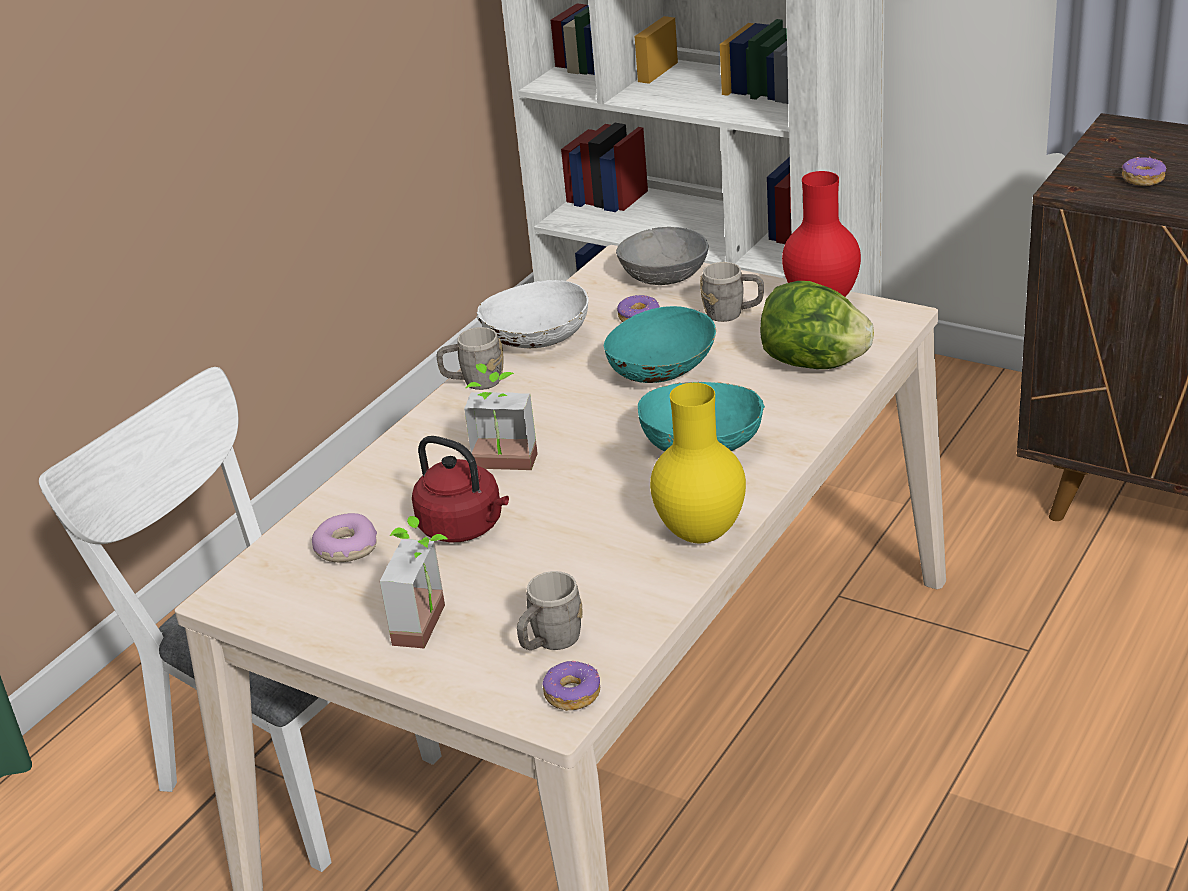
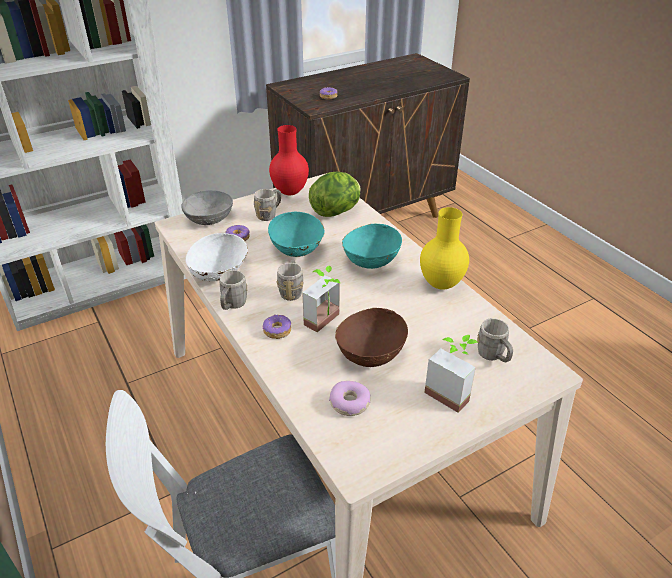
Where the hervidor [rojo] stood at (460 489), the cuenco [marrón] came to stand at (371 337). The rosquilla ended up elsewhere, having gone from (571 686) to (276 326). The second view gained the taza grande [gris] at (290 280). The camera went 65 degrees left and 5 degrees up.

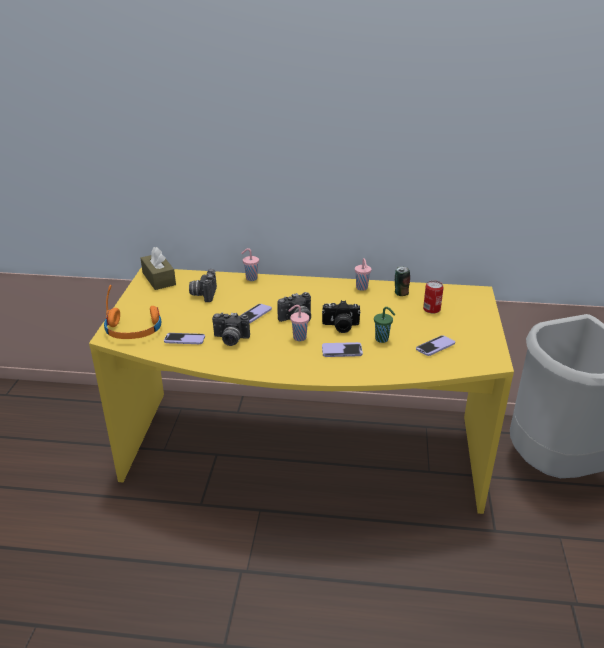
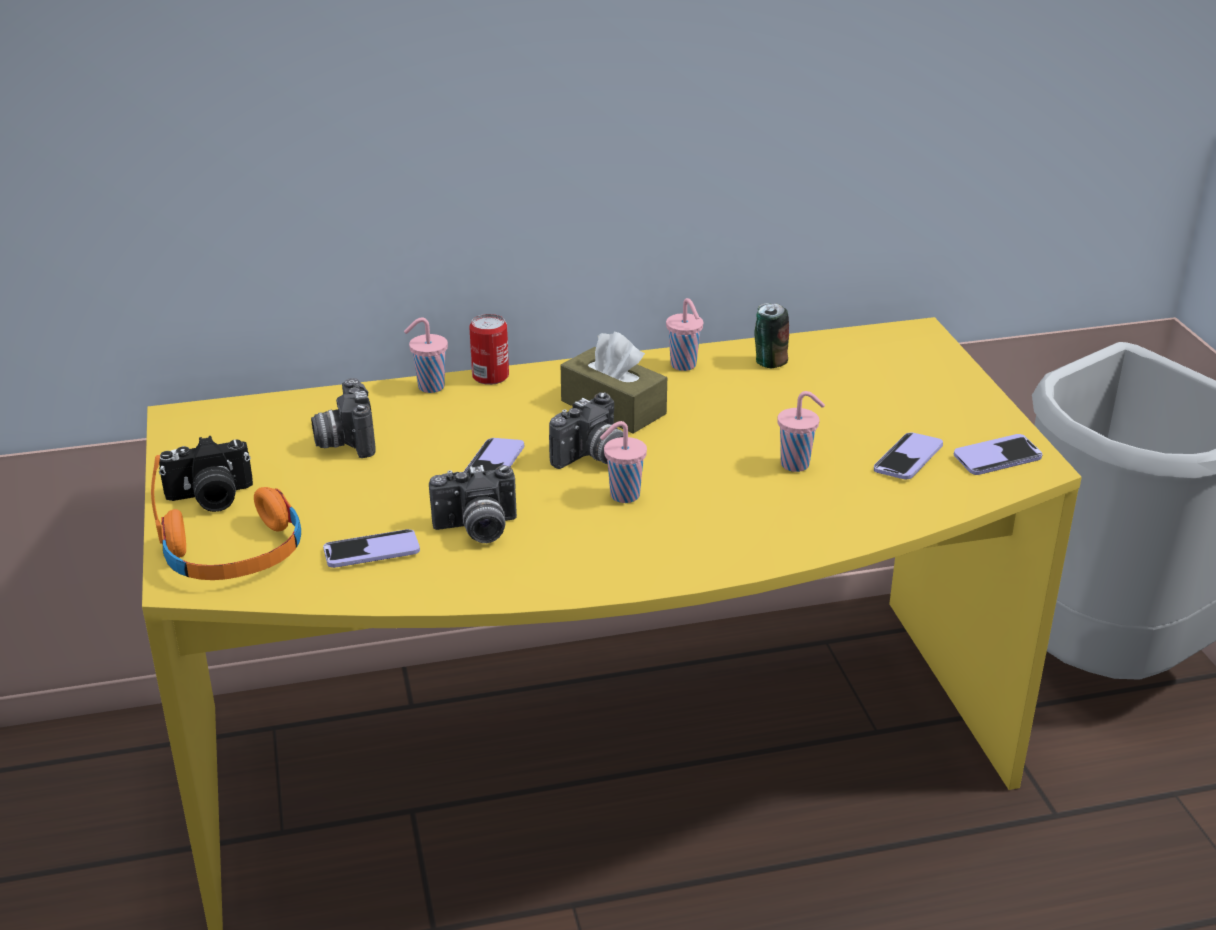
The caja de pañuelos [marrón] ended up elsewhere, having gone from (158 268) to (614 383). The cámara ended up elsewhere, having gone from (341 316) to (206 474). The móvil ended up elsewhere, having gone from (342 349) to (998 454). What was the taza [verde] at (384 325) turned into the taza [rosa] at (801 431). The lata ended up elsewhere, having gone from (433 297) to (489 349). The camera went 20 degrees left and 0 degrees up.

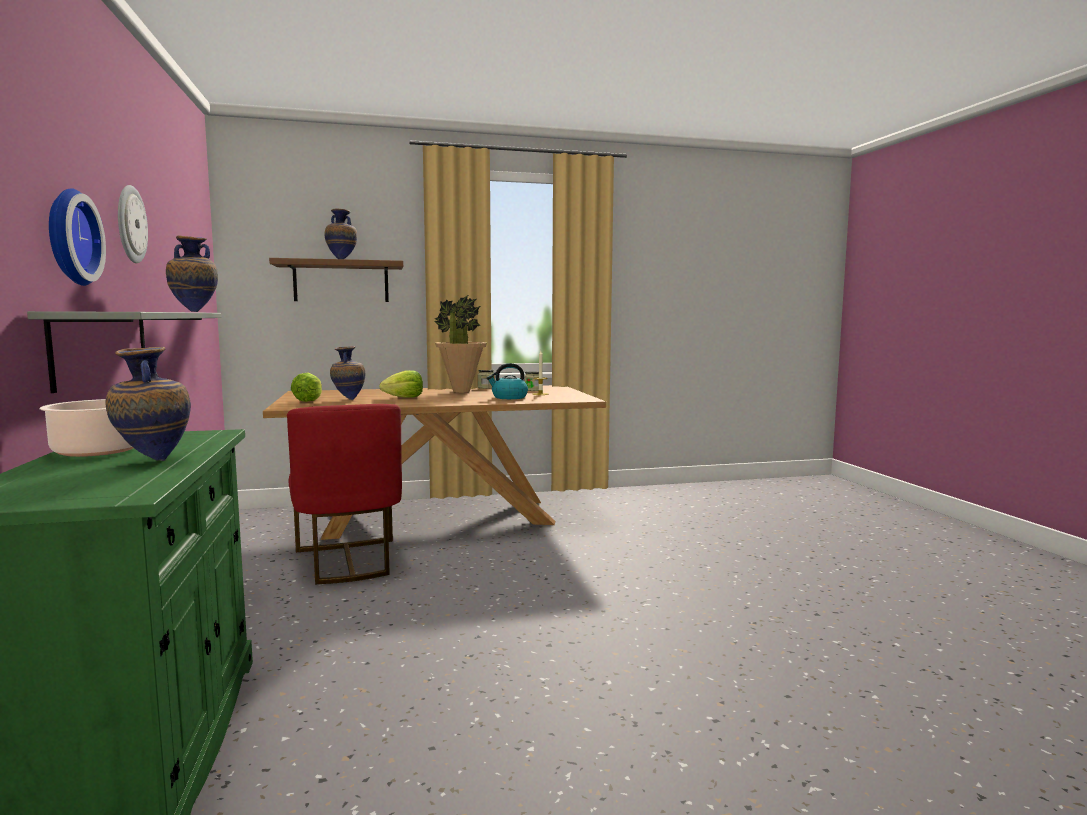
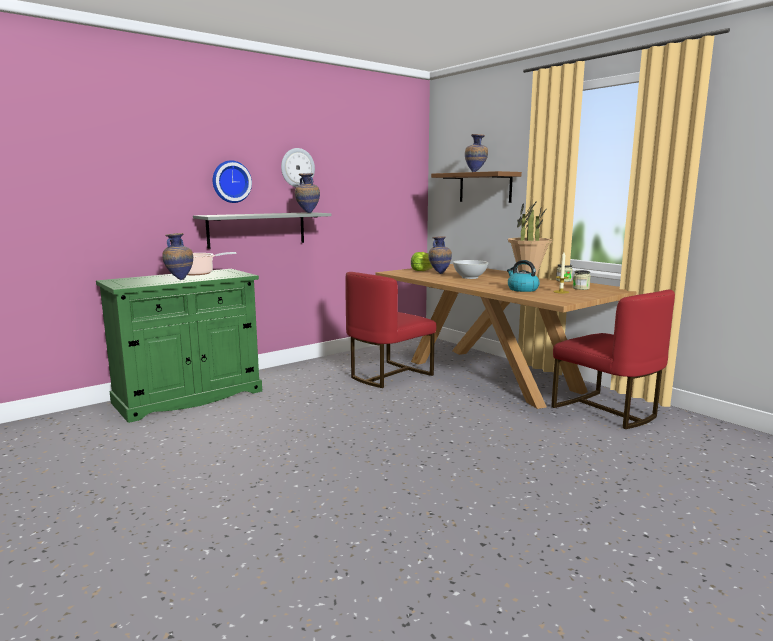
Where the lechuga stood at (401 384), the cuenco [blanco] came to stand at (470 269). The second view gained the silla [rojo] at (613 359). The camera went 65 degrees right and 5 degrees up.

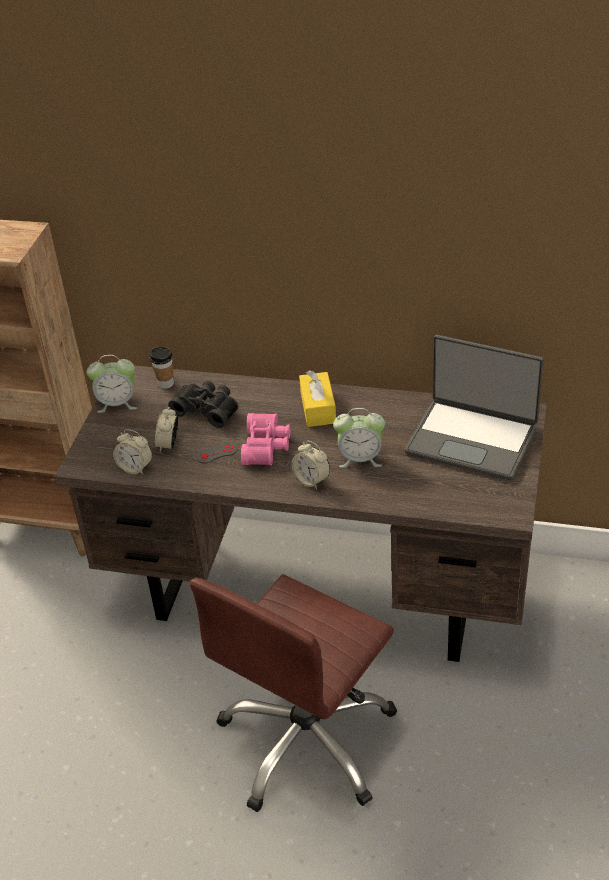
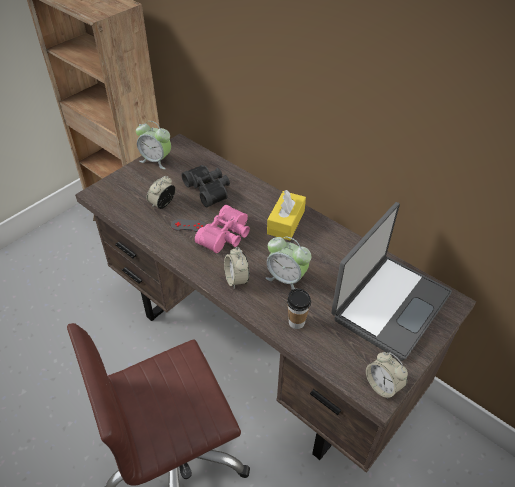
The despertador ended up elsewhere, having gone from (132 452) to (387 375). The taza ended up elsewhere, having gone from (162 367) to (299 308). The portátil at (474 407) ended up facing another way, 105 degrees counterclockwise from before. The camera went 25 degrees right and 5 degrees up.

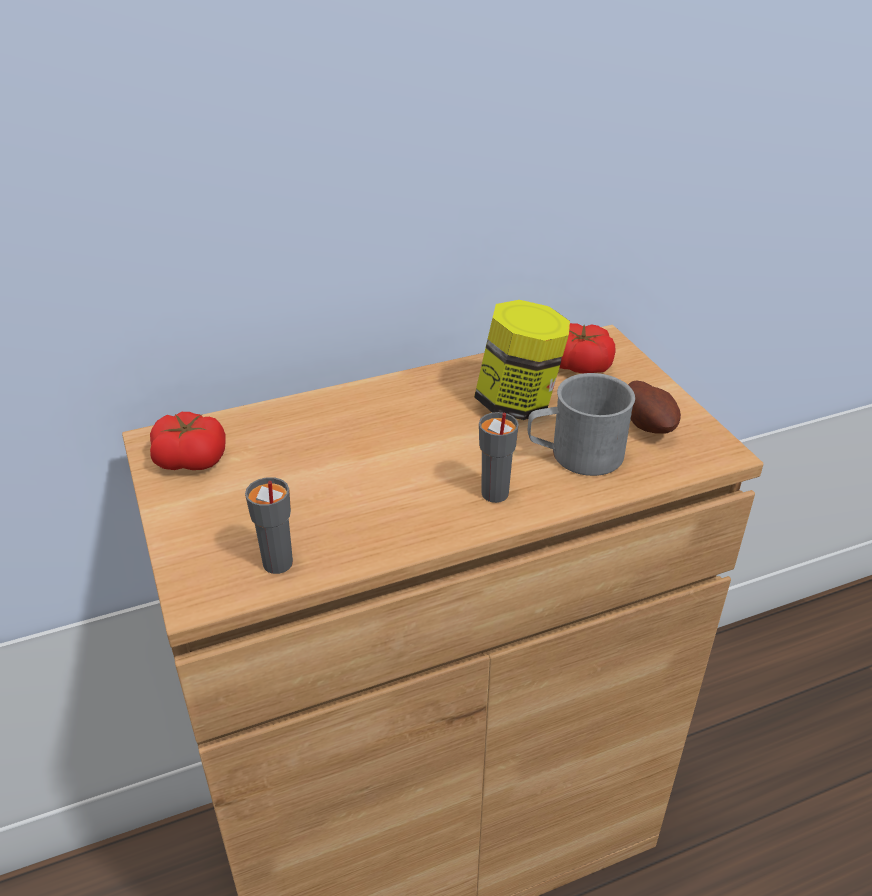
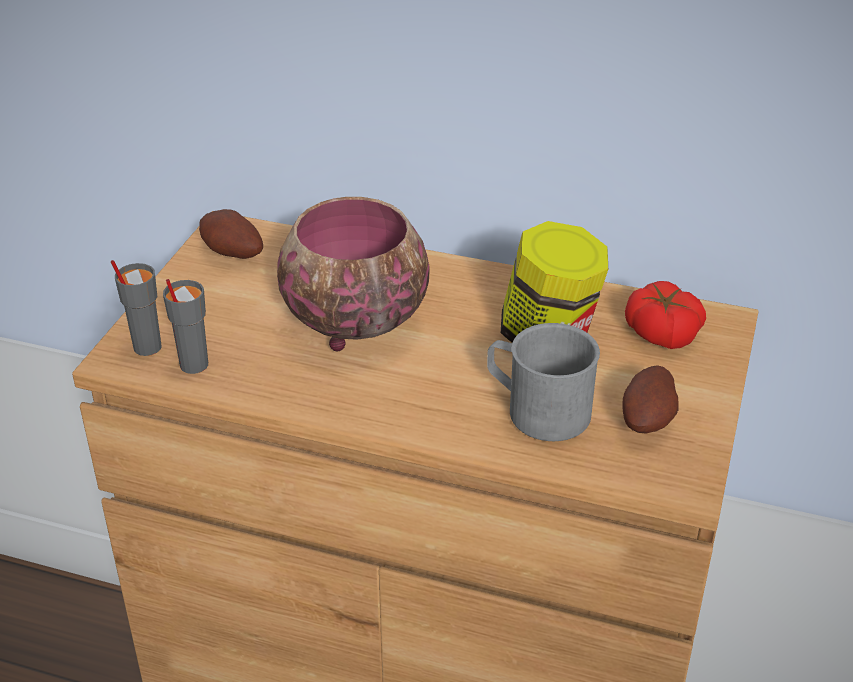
Where the tomate stood at (188 441), the patata came to stand at (231 234). The taza [gris] ended up elsewhere, having gone from (499 457) to (136 308). The second view gained the cuenco at (353 274). The camera went 40 degrees right and 0 degrees up.

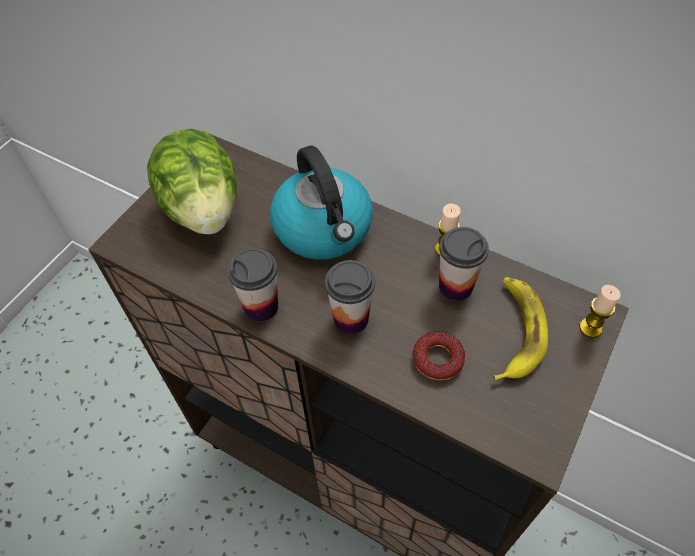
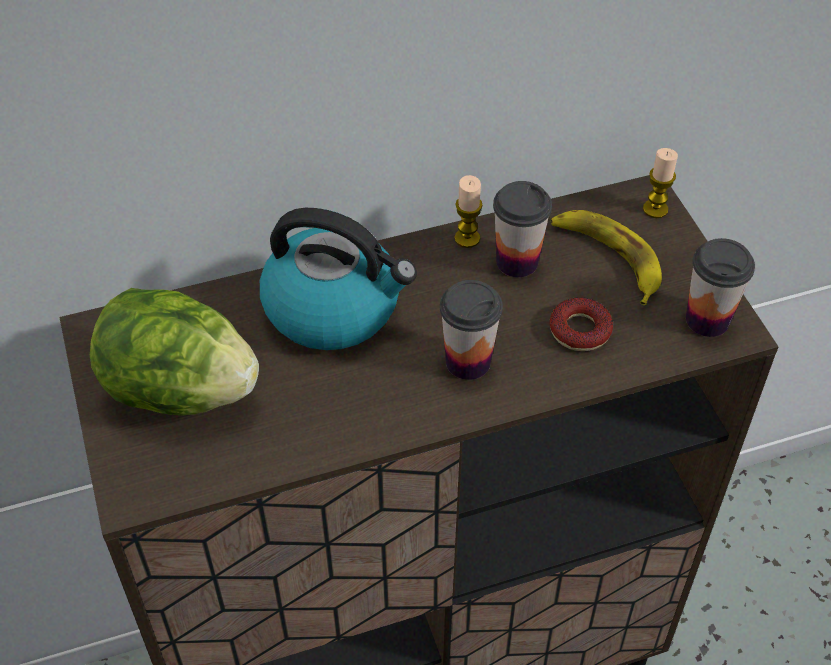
The taza ended up elsewhere, having gone from (252 285) to (720 287). The camera went 50 degrees left and 5 degrees down.

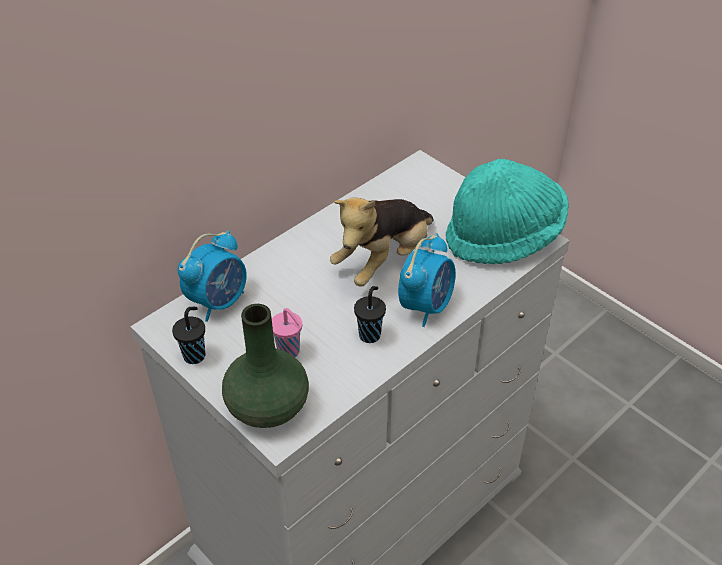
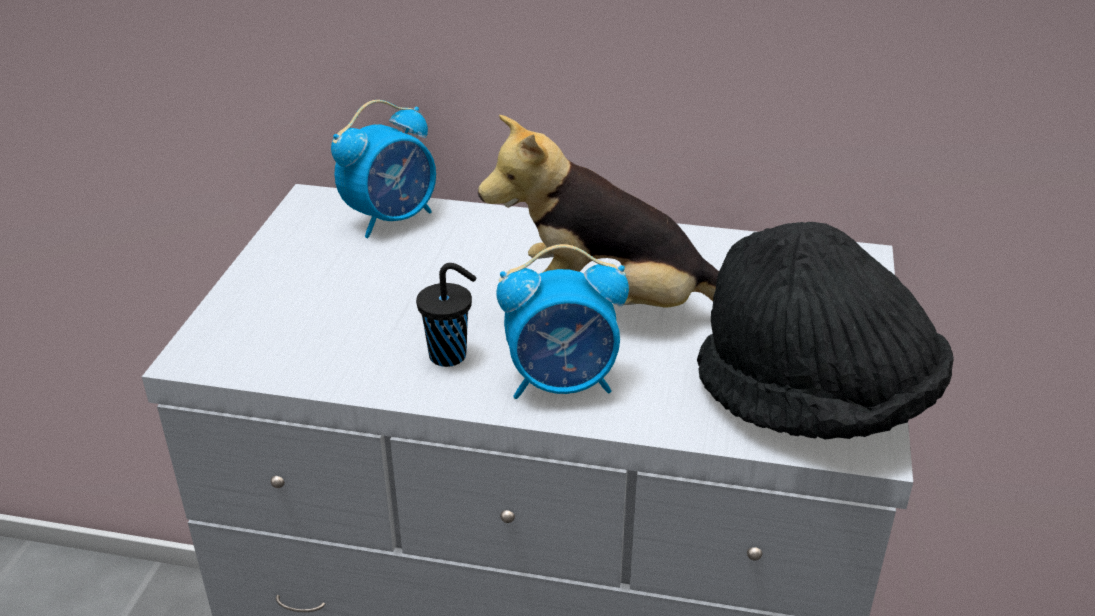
The second view lost the taza [negro] at (188 335). The despertador at (212 276) ended up facing another way, 45 degrees counterclockwise from before. The second view lost the florero [verde] at (265 366). The second view lost the taza [rosa] at (287 332). What was the sombrero [turquesa] at (507 211) turned into the sombrero [negro] at (825 330). The camera went 55 degrees right and 10 degrees down.

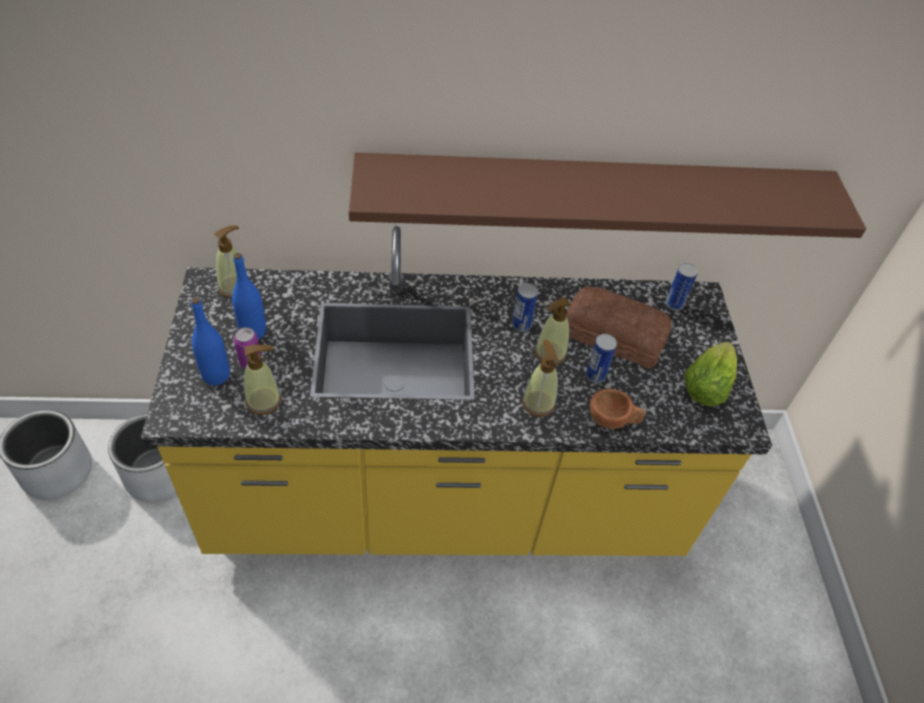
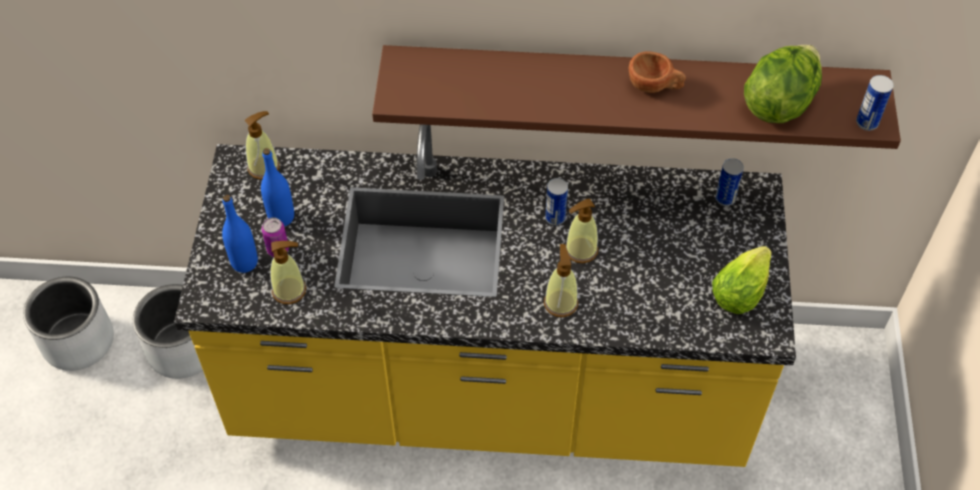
The second view lost the pan at (619 327). The lata ended up elsewhere, having gone from (601 358) to (874 103). The taza [marrón] ended up elsewhere, having gone from (618 409) to (657 72). The second view gained the lechuga at (783 84). The camera went 10 degrees right and 5 degrees up.

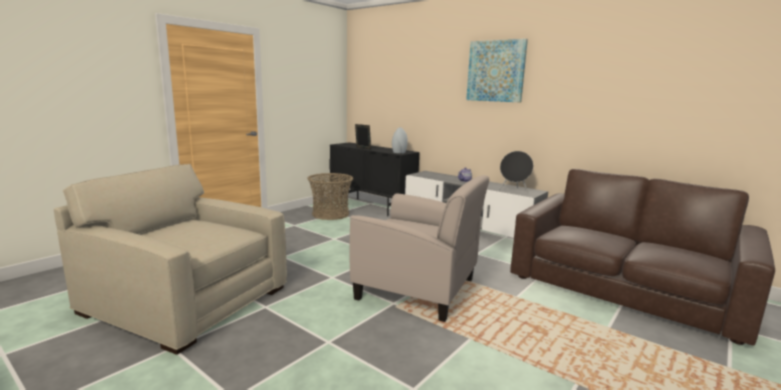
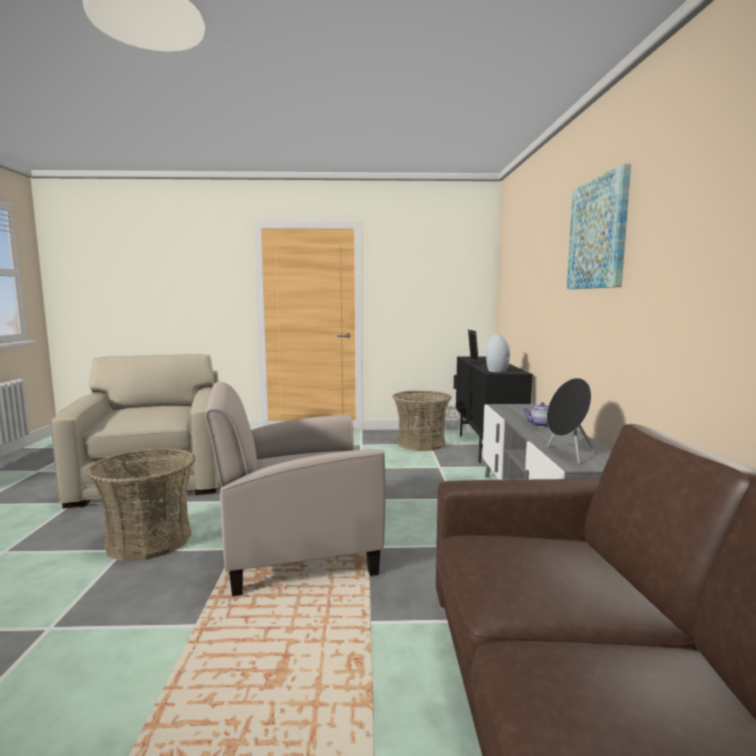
The sillón [beis] at (420 248) ended up facing another way, 90 degrees clockwise from before. The second view gained the cesta at (140 504). The camera went 50 degrees right and 5 degrees down.

